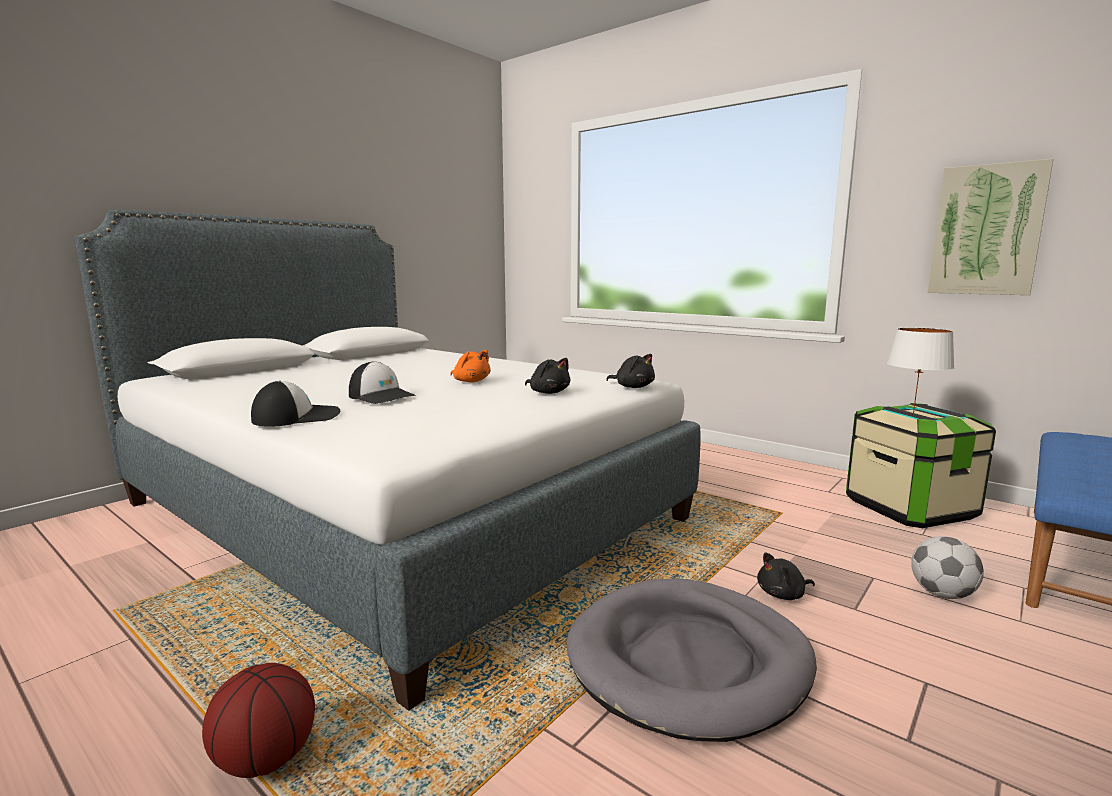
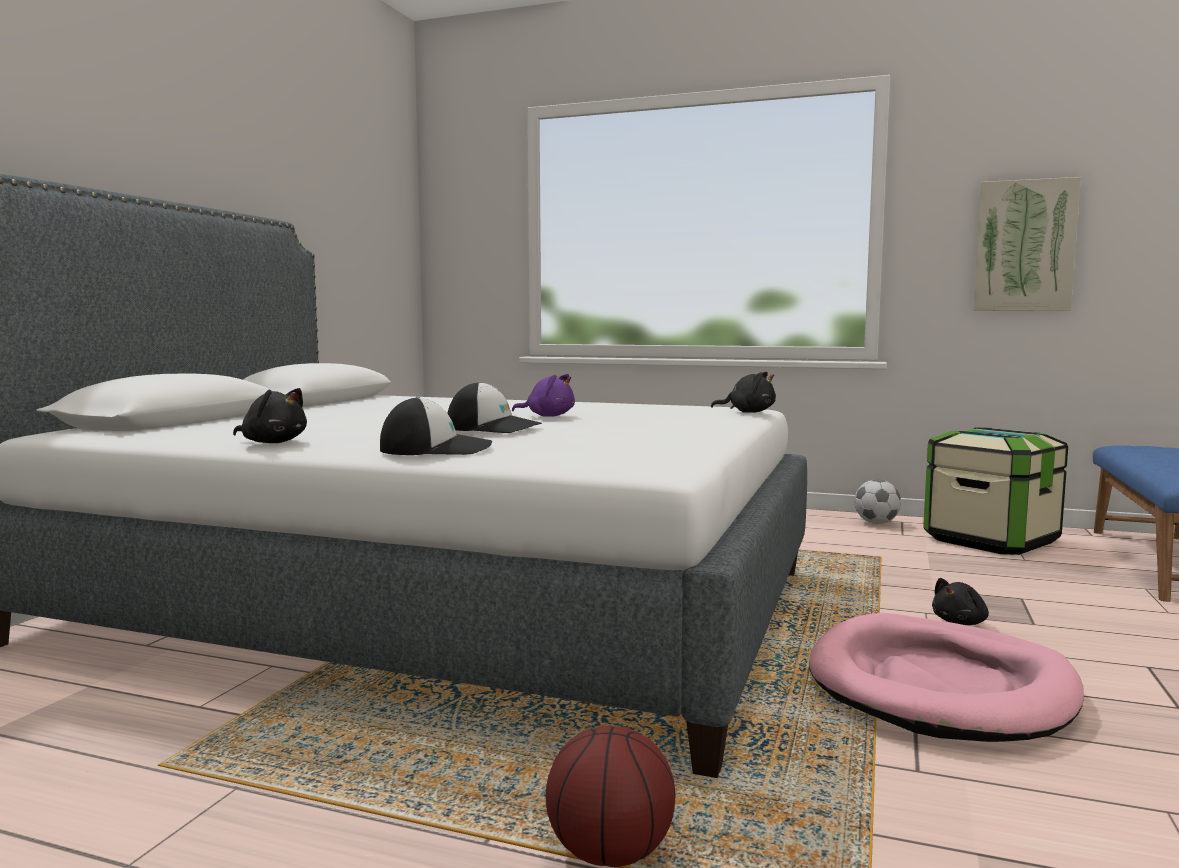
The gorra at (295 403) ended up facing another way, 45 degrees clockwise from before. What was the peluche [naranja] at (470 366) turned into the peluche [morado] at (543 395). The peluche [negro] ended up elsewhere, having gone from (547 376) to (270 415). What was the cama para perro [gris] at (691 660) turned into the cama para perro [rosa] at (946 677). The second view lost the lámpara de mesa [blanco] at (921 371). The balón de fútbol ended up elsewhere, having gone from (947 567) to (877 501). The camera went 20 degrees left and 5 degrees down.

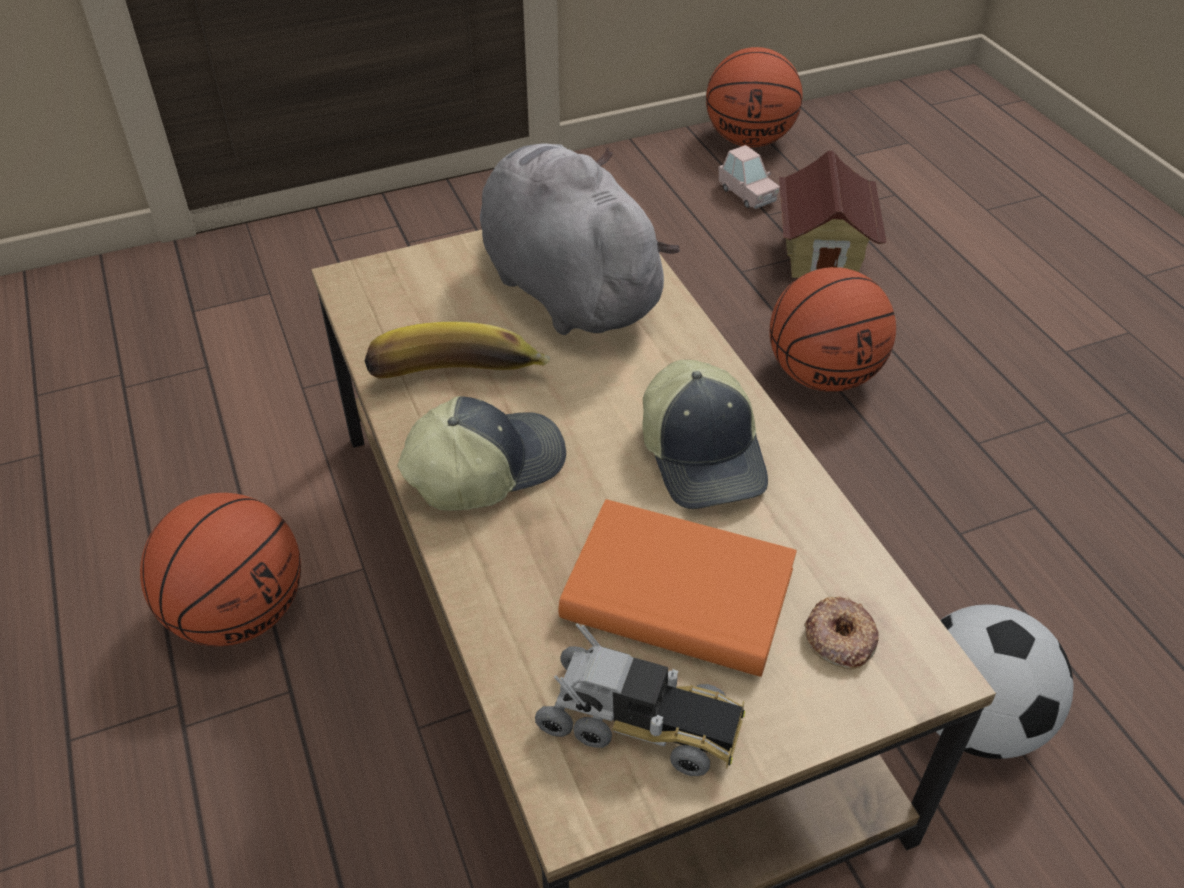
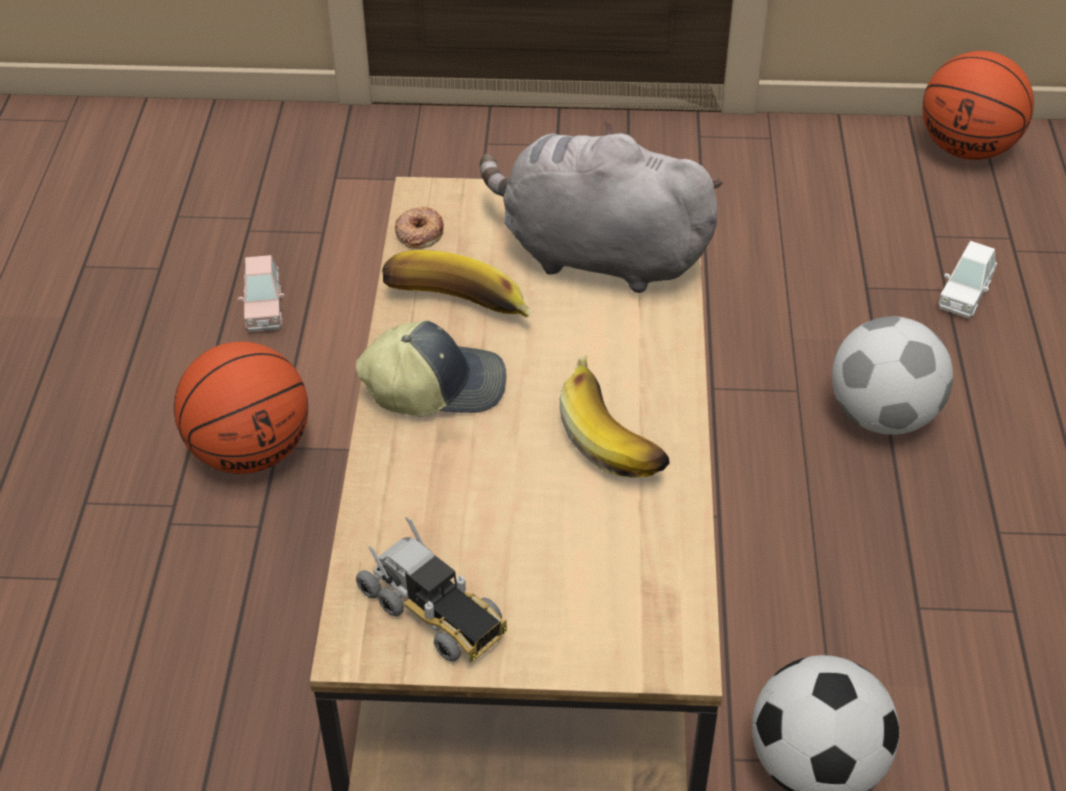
The peluche [gris] at (580 239) ended up facing another way, 60 degrees counterclockwise from before. The second view lost the libro [naranja] at (678 588). Where the gorra stood at (705 434), the plátano came to stand at (615 416). The coche de juguete [rosa] ended up elsewhere, having gone from (749 177) to (261 293). Where the balón de baloncesto stood at (832 329), the balón de fútbol came to stand at (892 375). Where the casita stood at (833 214), the coche de juguete [blanco] came to stand at (968 279). The rosquilla ended up elsewhere, having gone from (841 633) to (419 227). The camera went 25 degrees right and 0 degrees up.

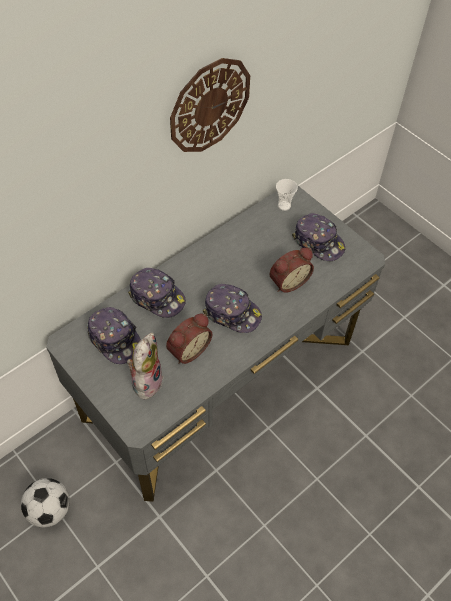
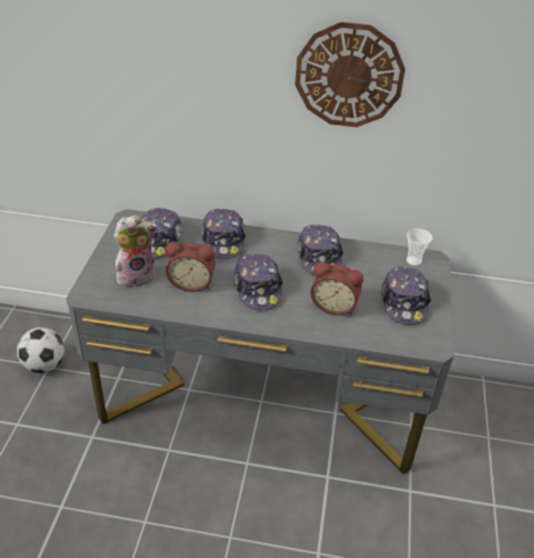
The second view gained the gorra at (320 250). The camera went 50 degrees right and 15 degrees down.

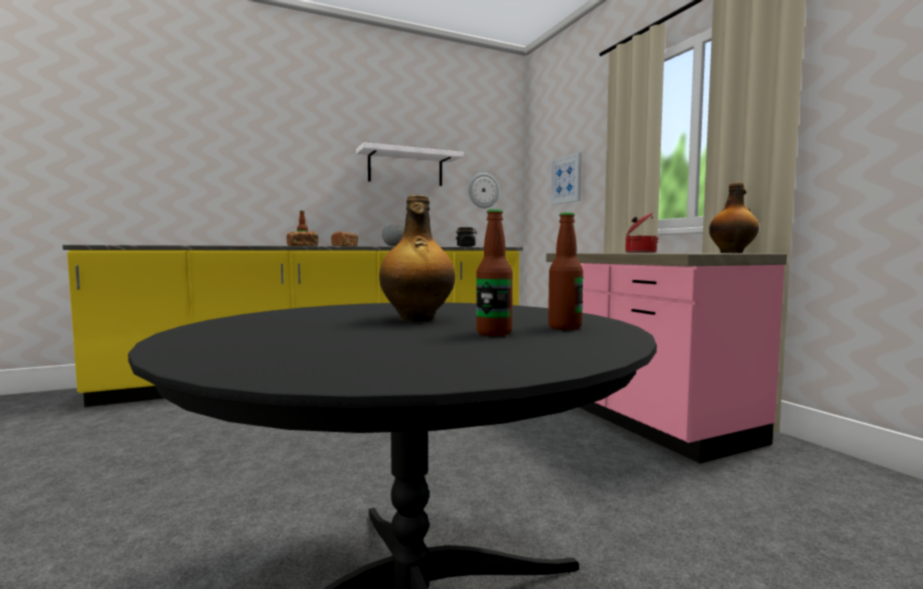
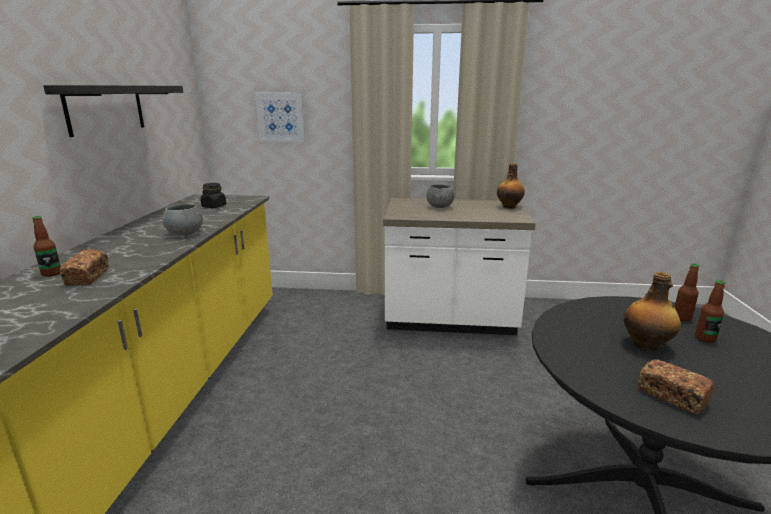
The pan ended up elsewhere, having gone from (344 239) to (676 386). What was the estante [blanco] at (410 164) turned into the estante [negro] at (113 111). The second view lost the reloj de pared at (483 190). What was the mueble bajo de cocina [rosa] at (666 358) turned into the mueble bajo de cocina [blanco] at (459 266). Where the olla stood at (641 233), the cuenco [gris] came to stand at (440 196). The camera went 60 degrees left and 15 degrees up.

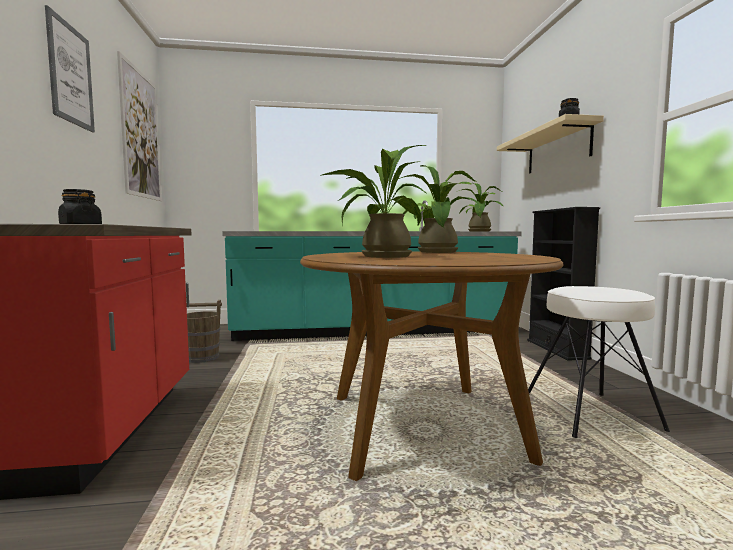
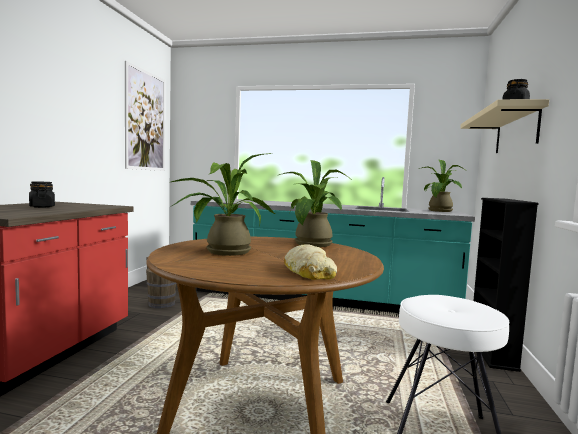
The second view lost the cuadro at (70 69). The second view gained the pan at (310 262). The camera went 20 degrees right and 0 degrees up.

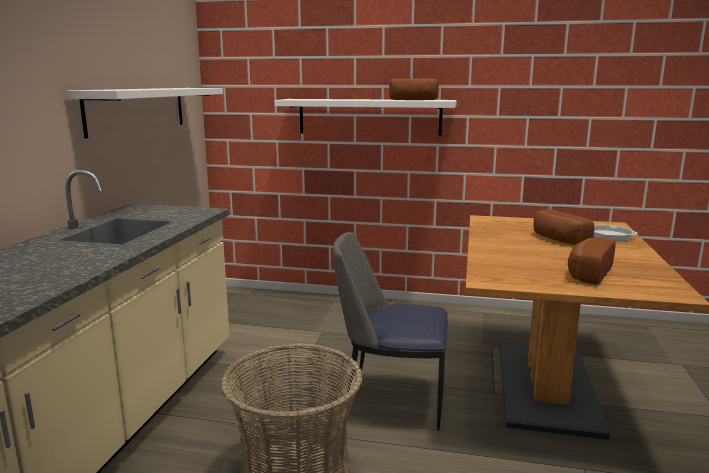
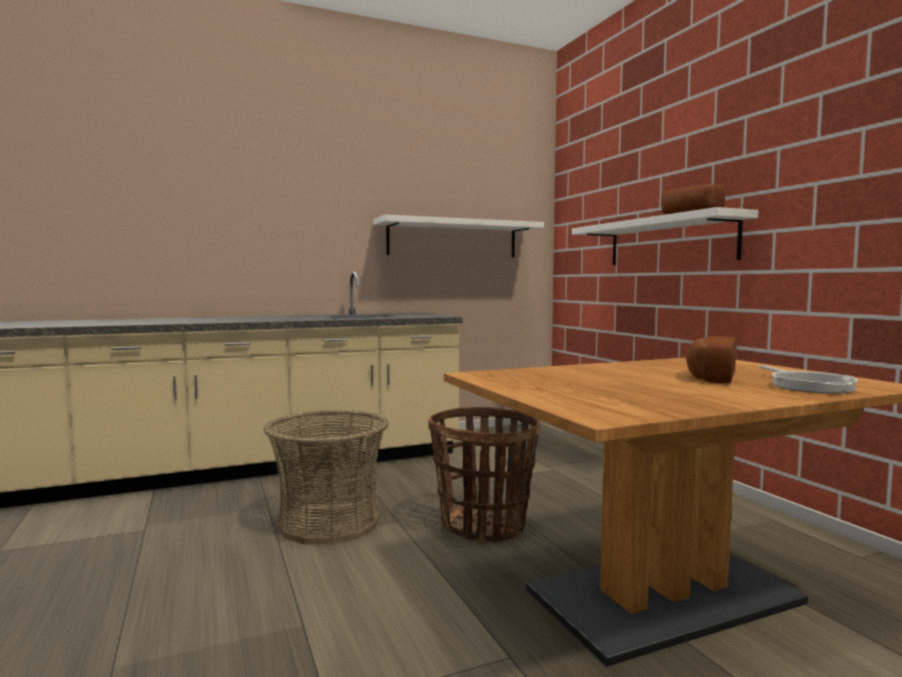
Where the silla stood at (390 331), the cesta came to stand at (484 475). The second view lost the pan at (592 261). The camera went 55 degrees right and 10 degrees down.

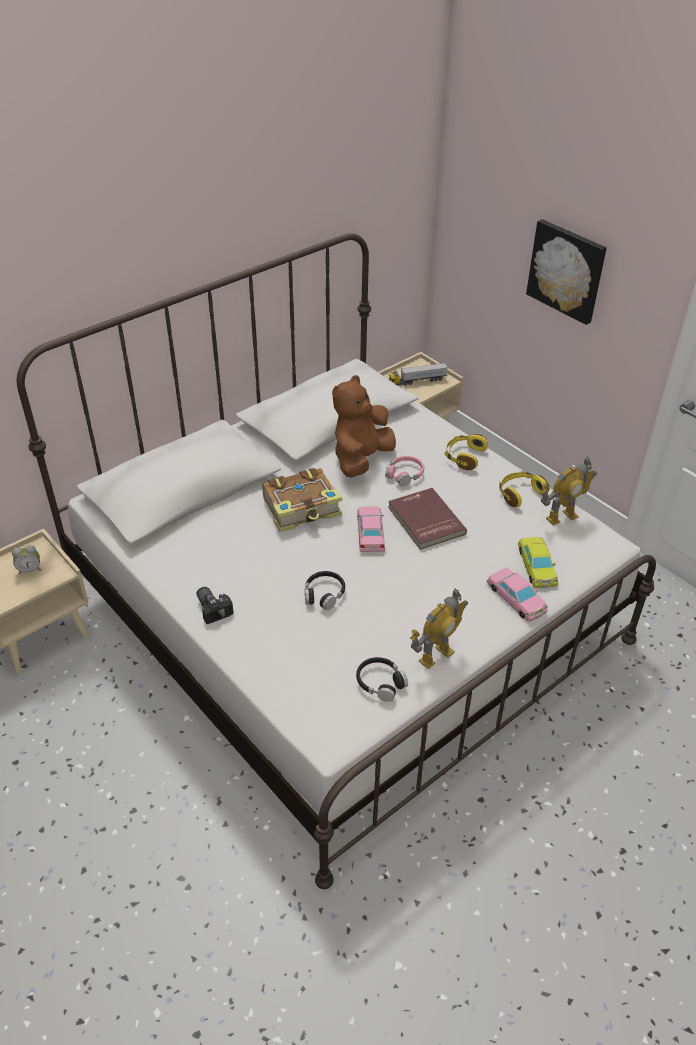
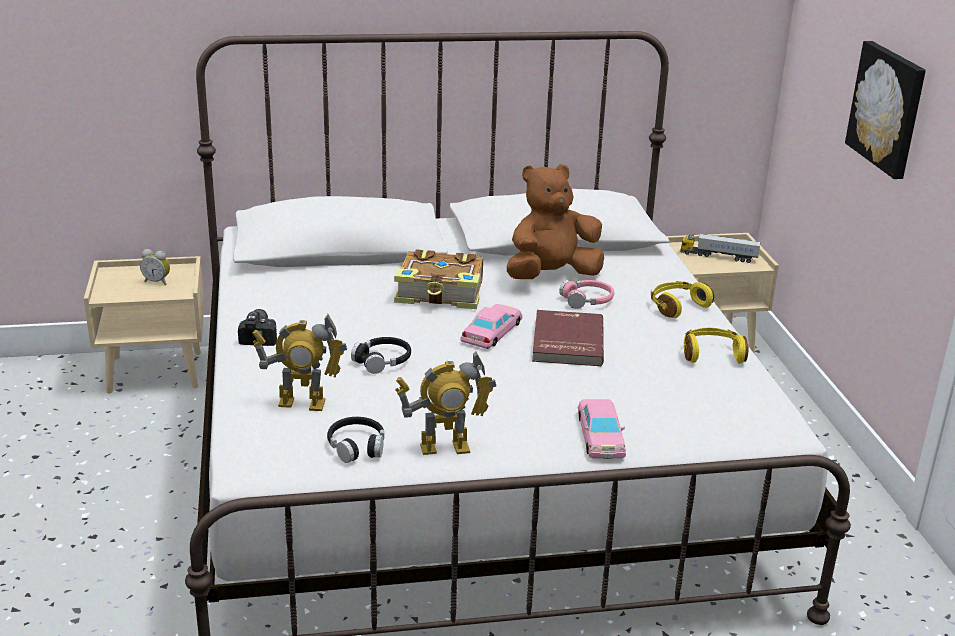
The second view lost the coche de juguete [amarillo] at (538 562). The robot de juguete ended up elsewhere, having gone from (568 491) to (299 362). The camera went 30 degrees right and 15 degrees down.

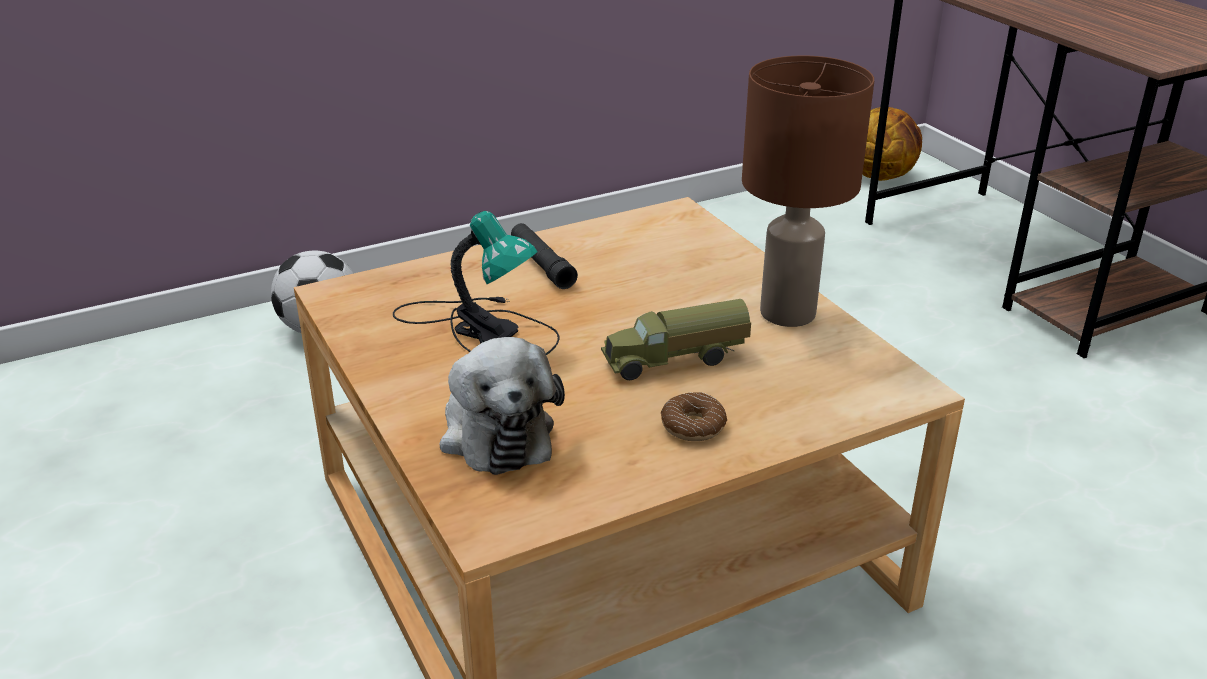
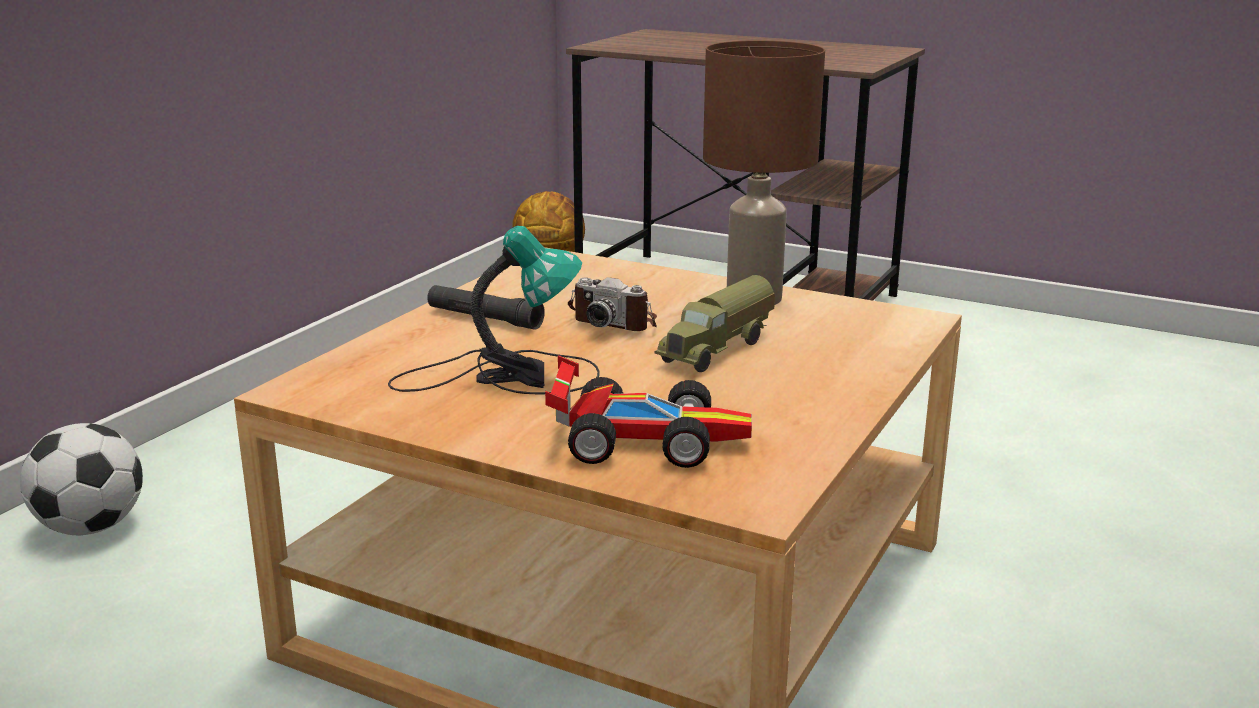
Where the peluche stood at (502 406), the coche de juguete came to stand at (648 411). The second view lost the rosquilla at (694 416). The second view gained the cámara at (612 304). The camera went 35 degrees left and 10 degrees down.

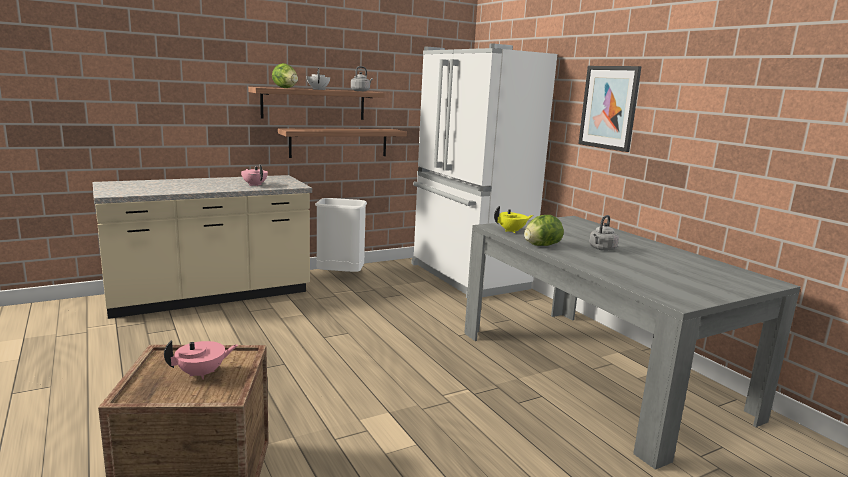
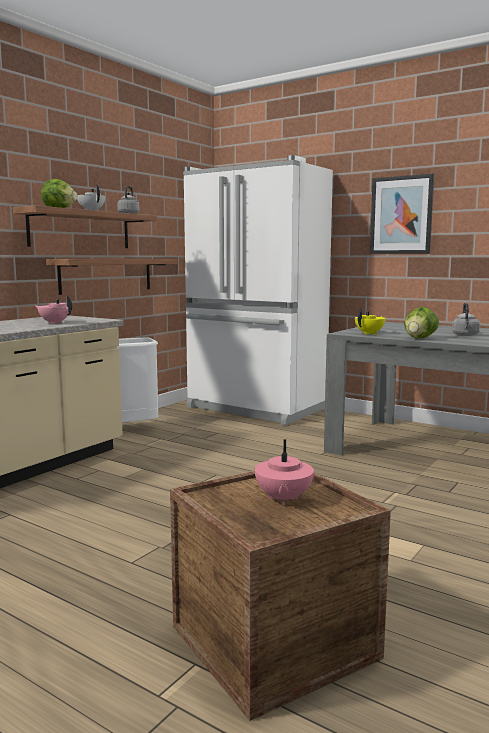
The tetera [rosa] at (201 360) ended up facing another way, 150 degrees clockwise from before. The camera went 25 degrees left and 5 degrees down.

